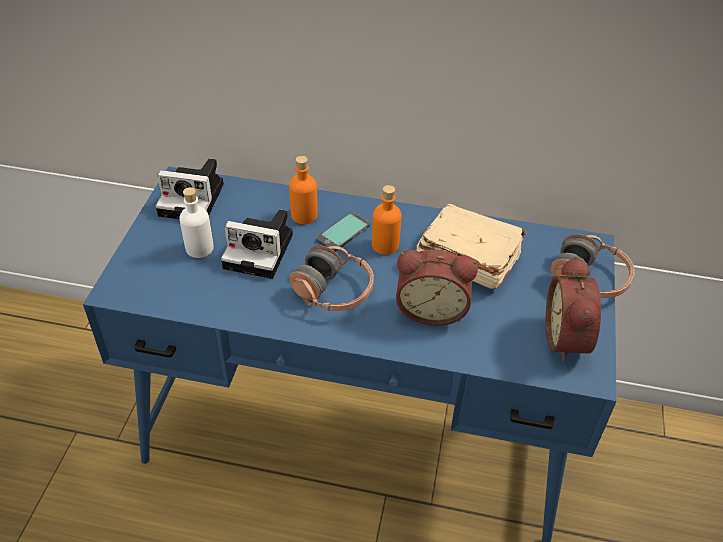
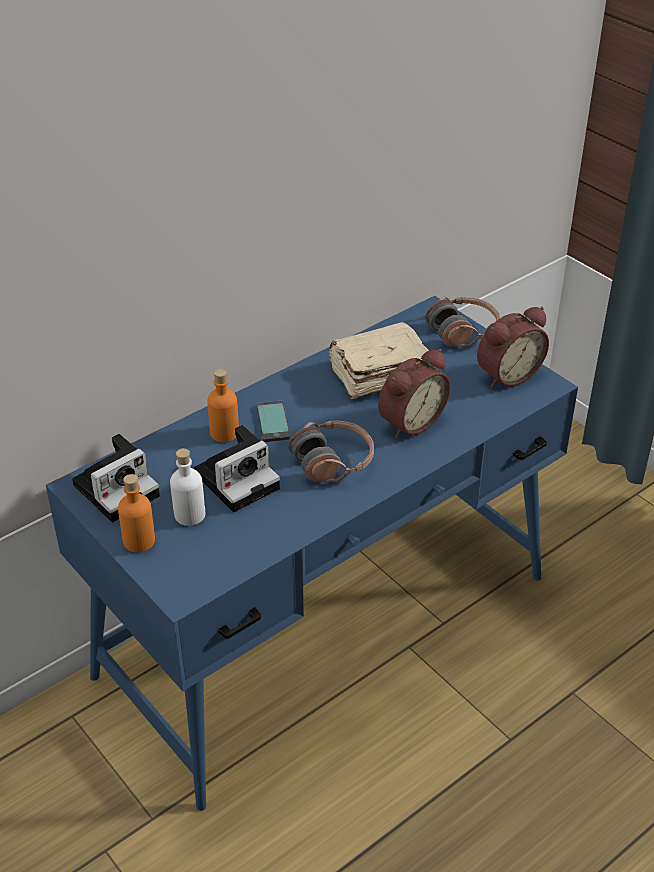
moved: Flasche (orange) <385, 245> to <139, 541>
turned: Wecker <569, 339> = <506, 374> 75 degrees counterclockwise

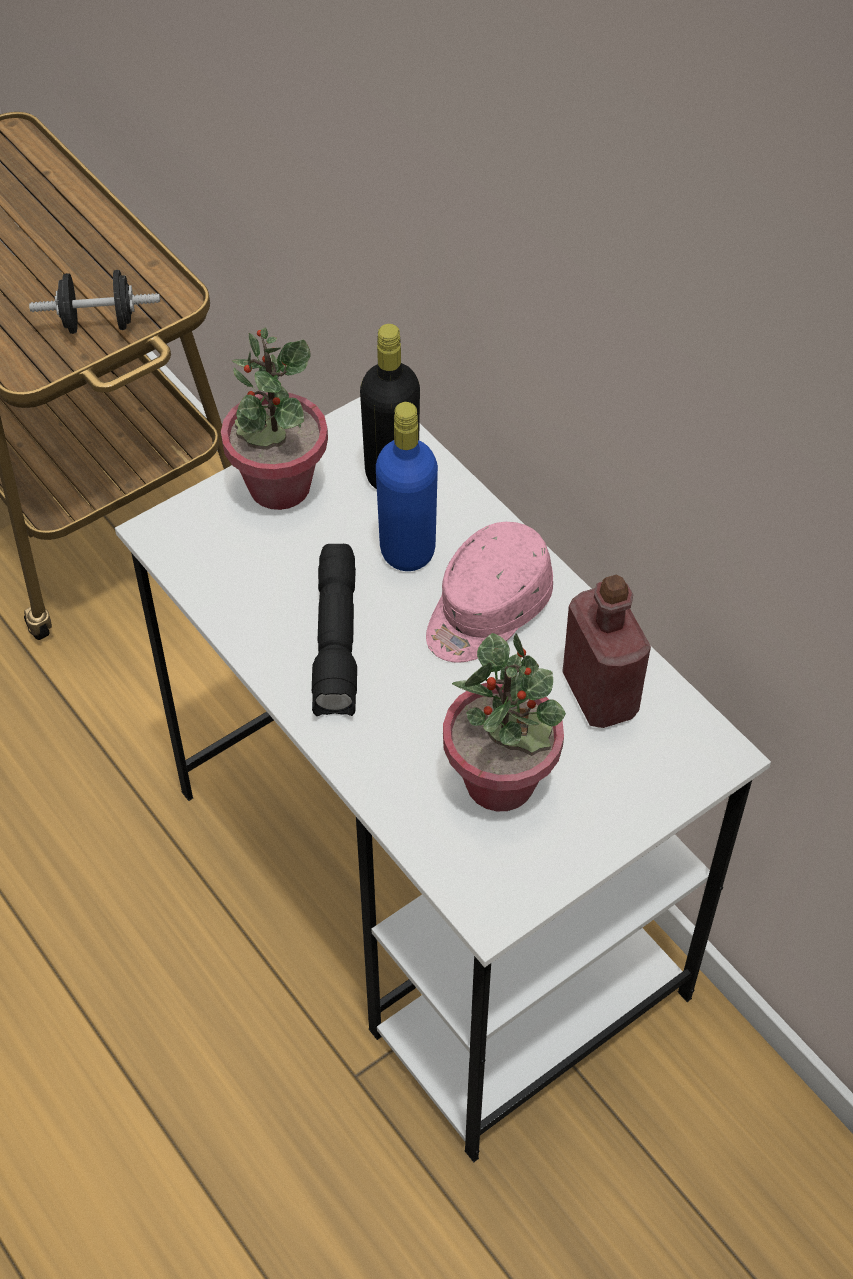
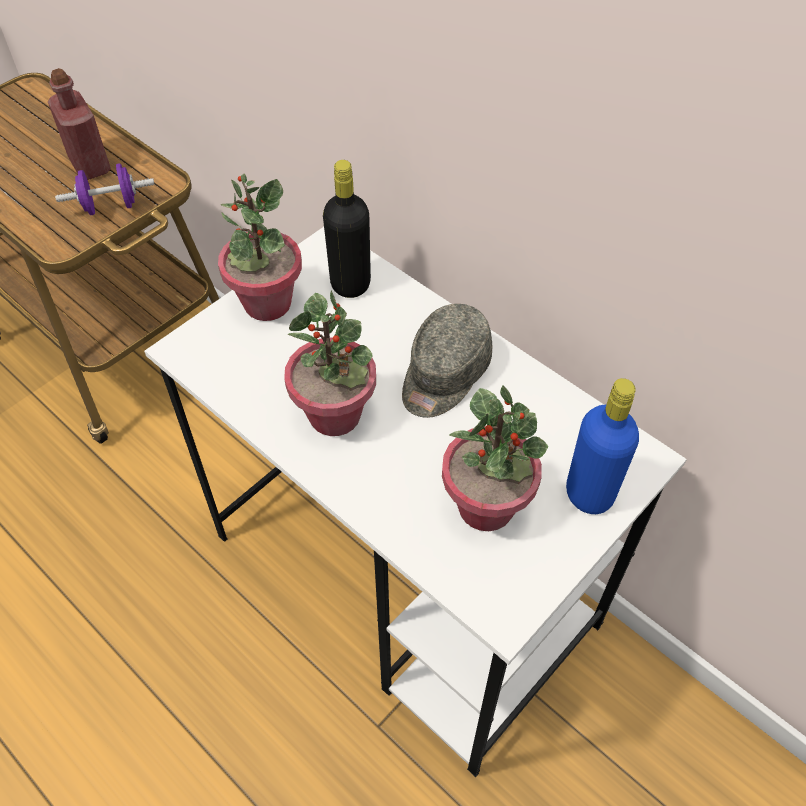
moved: Flasche (blau) <407, 551> to <589, 494>; Flasche (rot) <600, 694> to <90, 165>
replaced: Taschenlampe (schwarz) <338, 643> to Topfpflanze <335, 415>
recoloured: Hantel (schwarz) <99, 324> to Hantel (lila) <111, 206>; Kappe (rosa) <486, 611> to Kappe (grau) <444, 375>

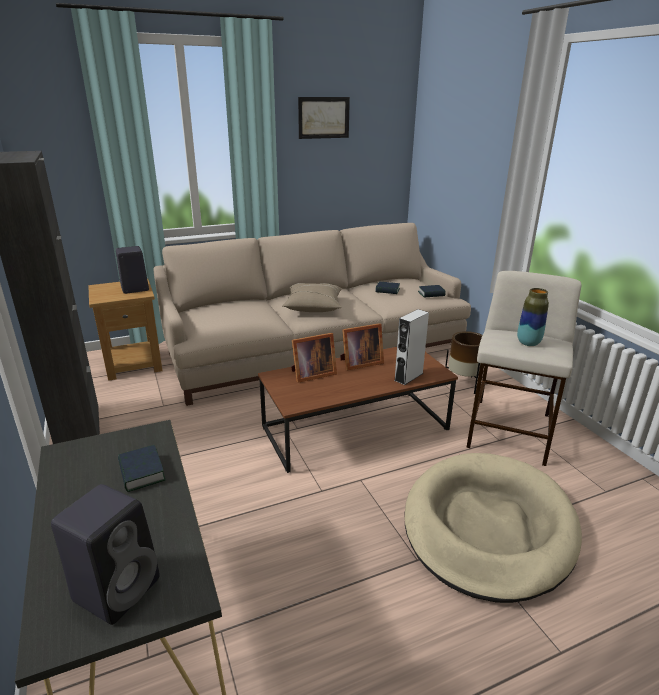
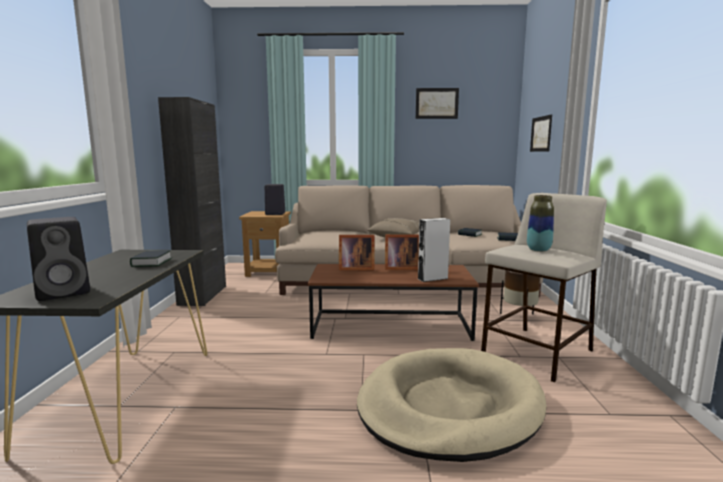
added: Bild <541, 134>

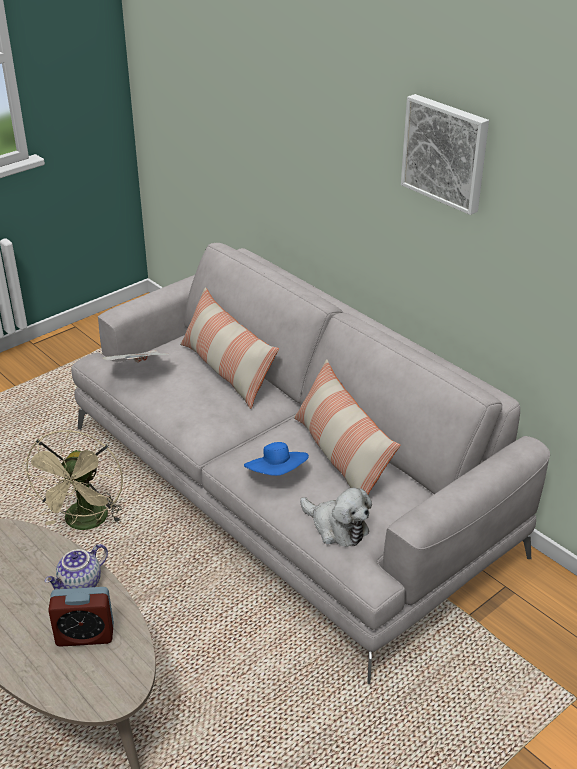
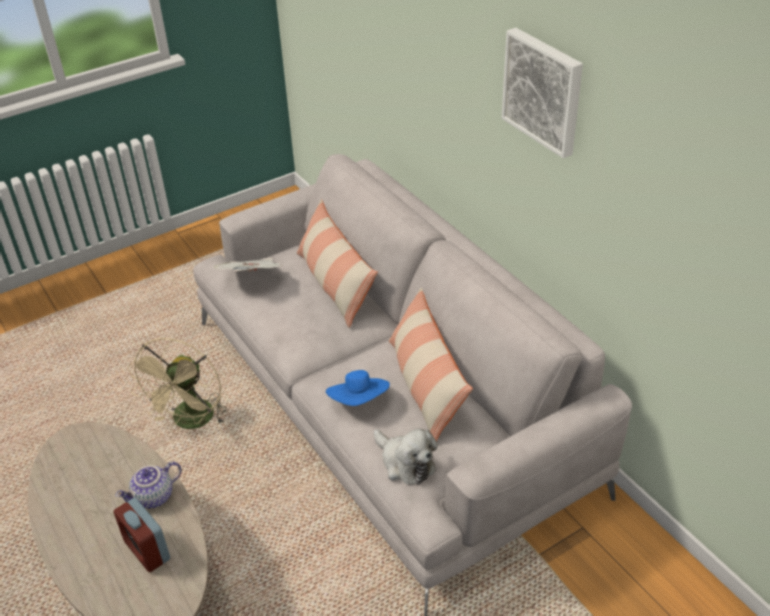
turned: Wecker <85, 635> = <147, 550> 45 degrees clockwise

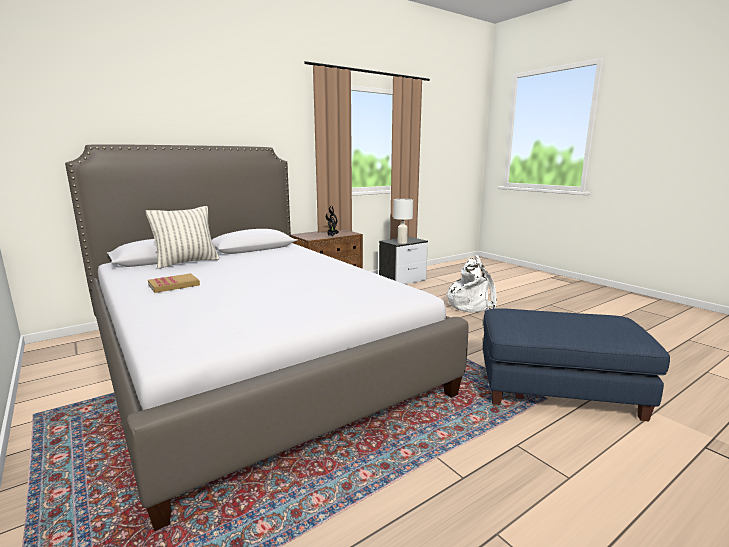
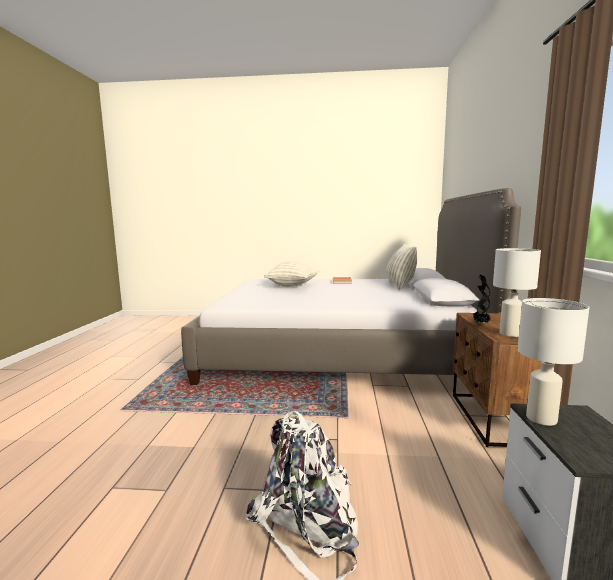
removed: Polsterhocker (blau) <556, 389>
added: Kissen <292, 286>; Tischlampe (weiß) <510, 334>

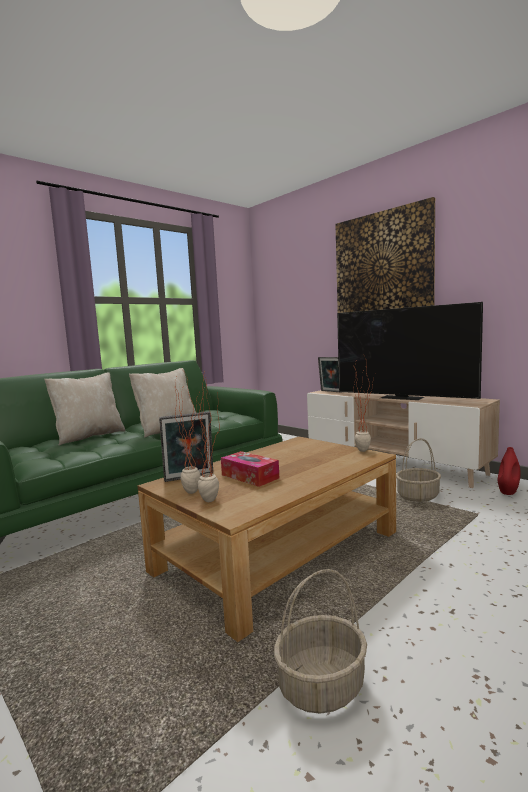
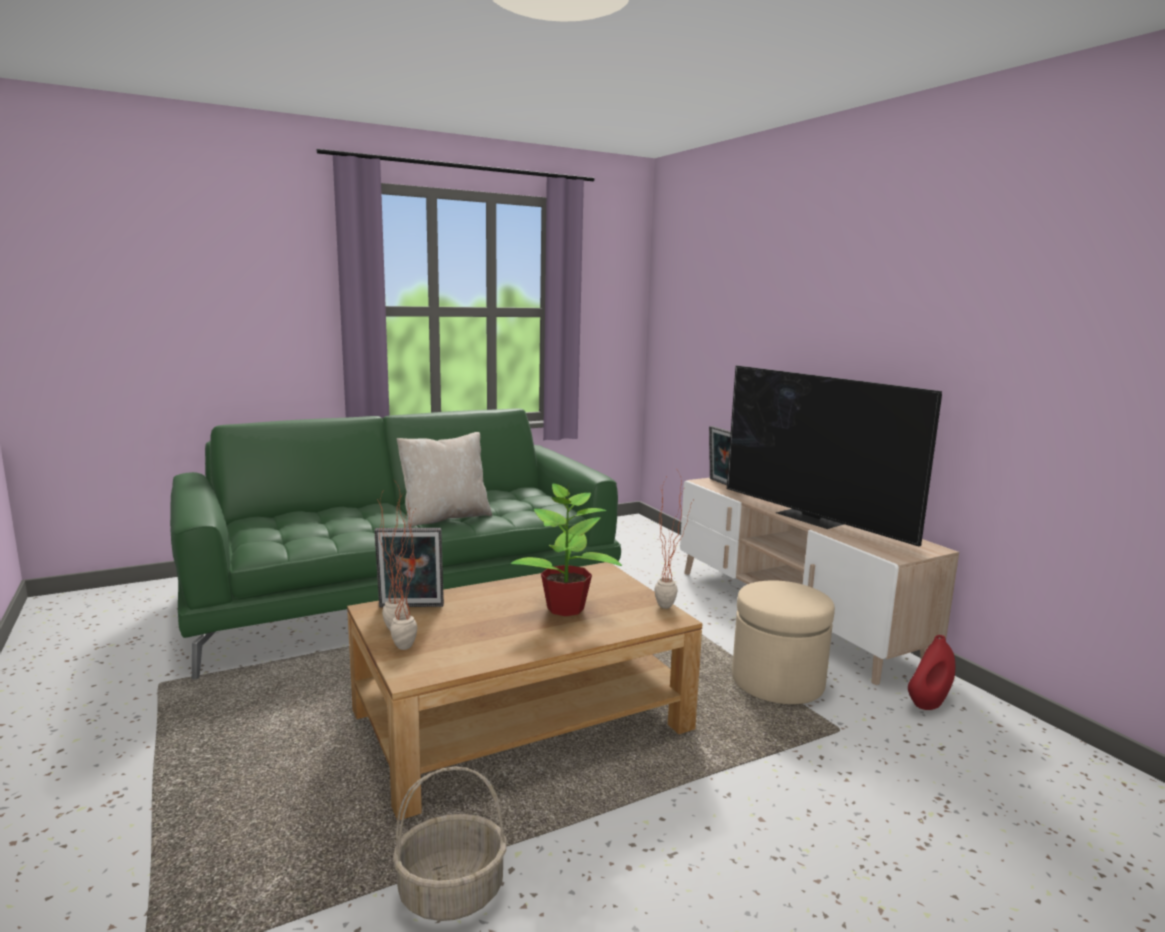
removed: Kissen (beige) <89, 436>; Taschentuchbox <250, 476>; Bild <382, 268>
added: Topfpflanze <565, 609>
replaced: Korb <418, 496> to Polsterhocker (beige) <777, 681>

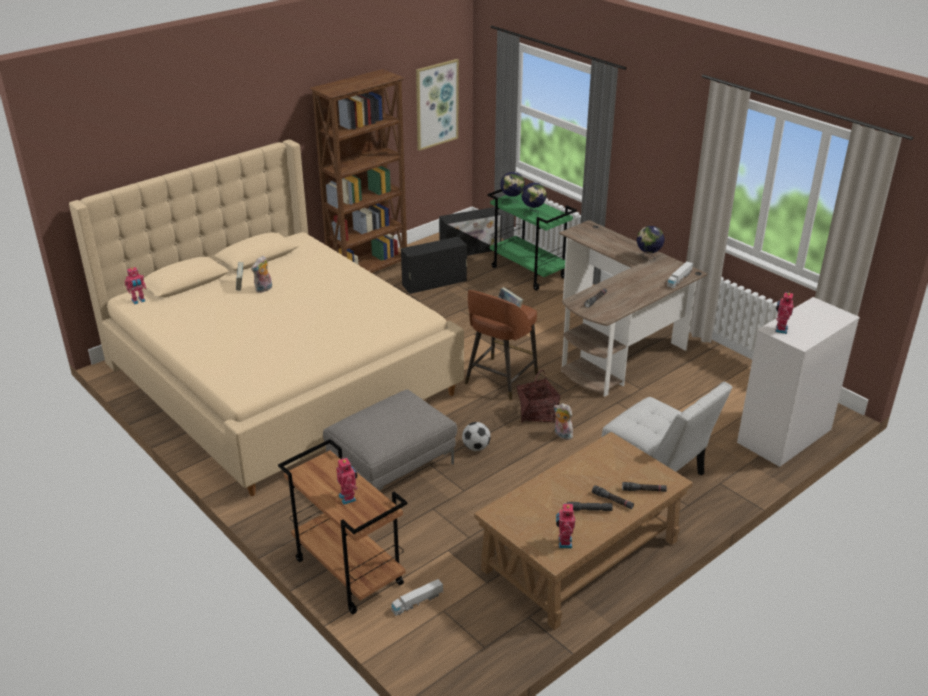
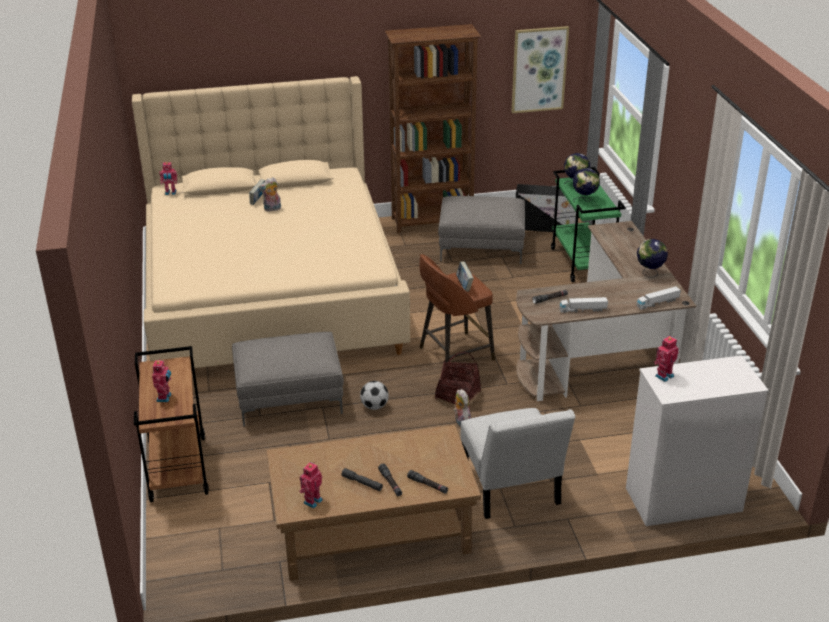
moved: Spielzeuglaster <417, 602> to <583, 310>
replaced: Aufbewahrungsbox (schwarz) <433, 283> to Polsterhocker (grau) <480, 248>

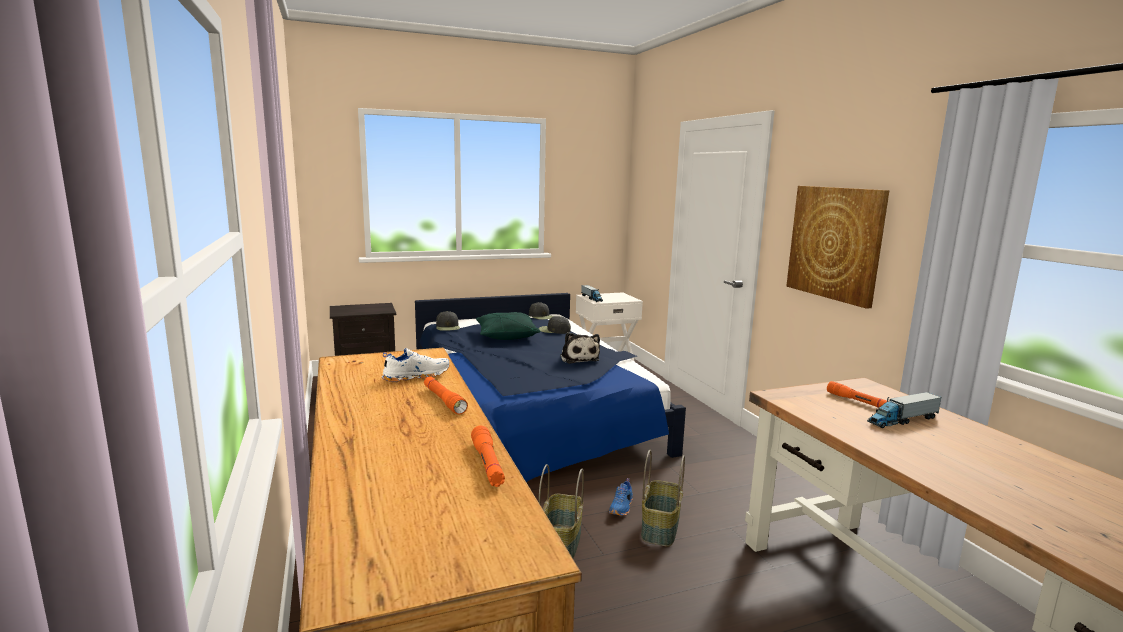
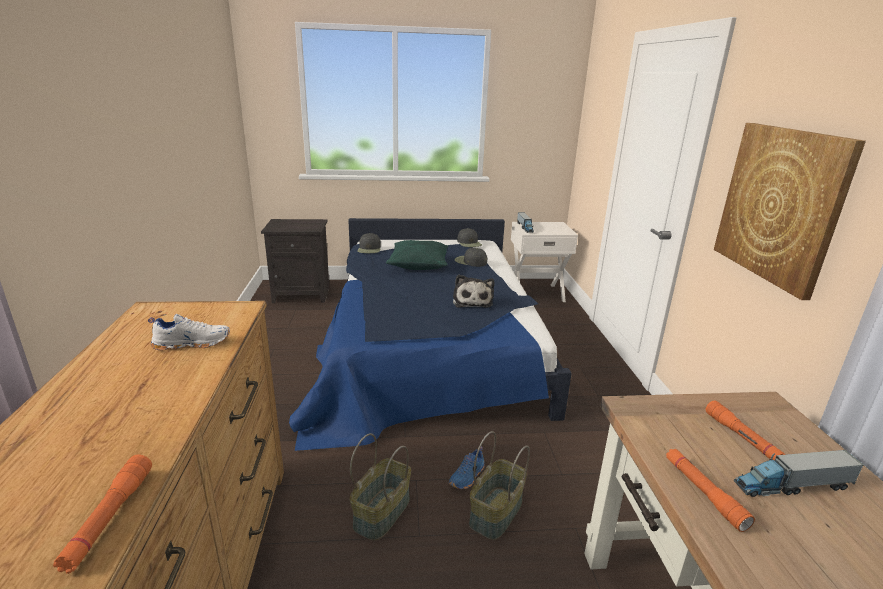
moved: Taschenlampe (orange) <444, 400> to <703, 493>

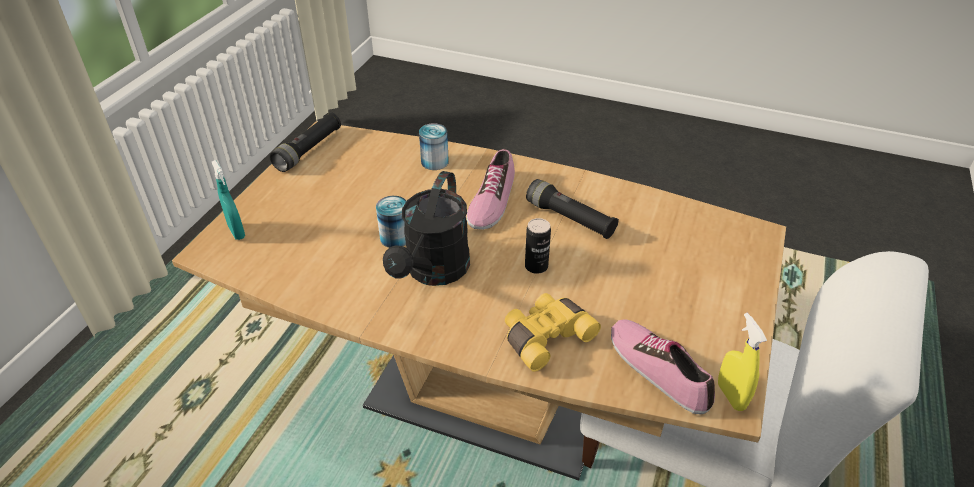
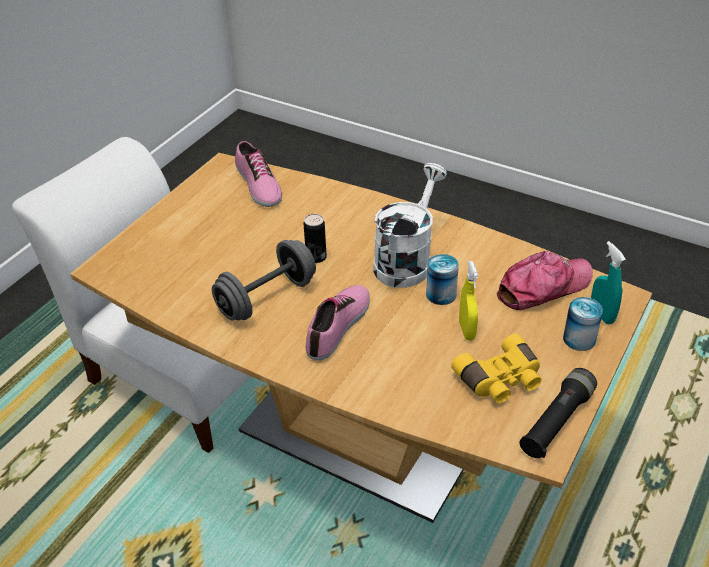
added: Kappe <543, 287>
moved: Dose <434, 162> to <579, 339>; Fernglas (gelb) <545, 336> to <500, 380>; Sprühflasche (gelb) <731, 396> to <467, 330>
replaced: Taschenlampe (schwarz) <570, 219> to Hantel (grau) <266, 298>
recoloured: Gießkanne (schwarz) <434, 272> to Gießkanne (weiß) <406, 260>

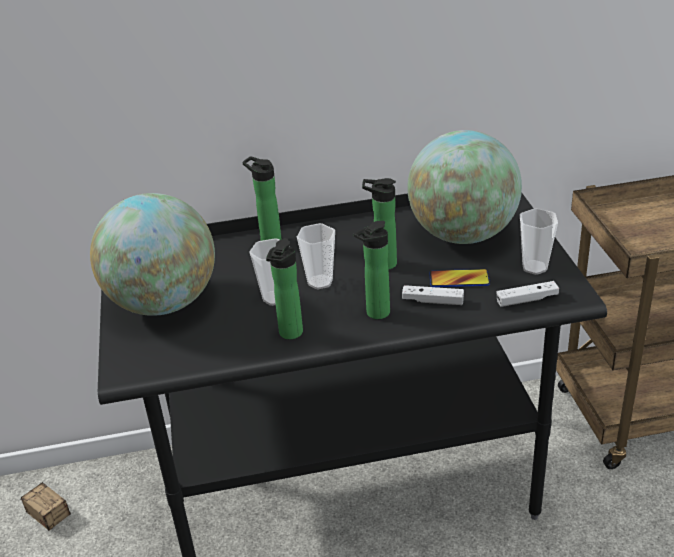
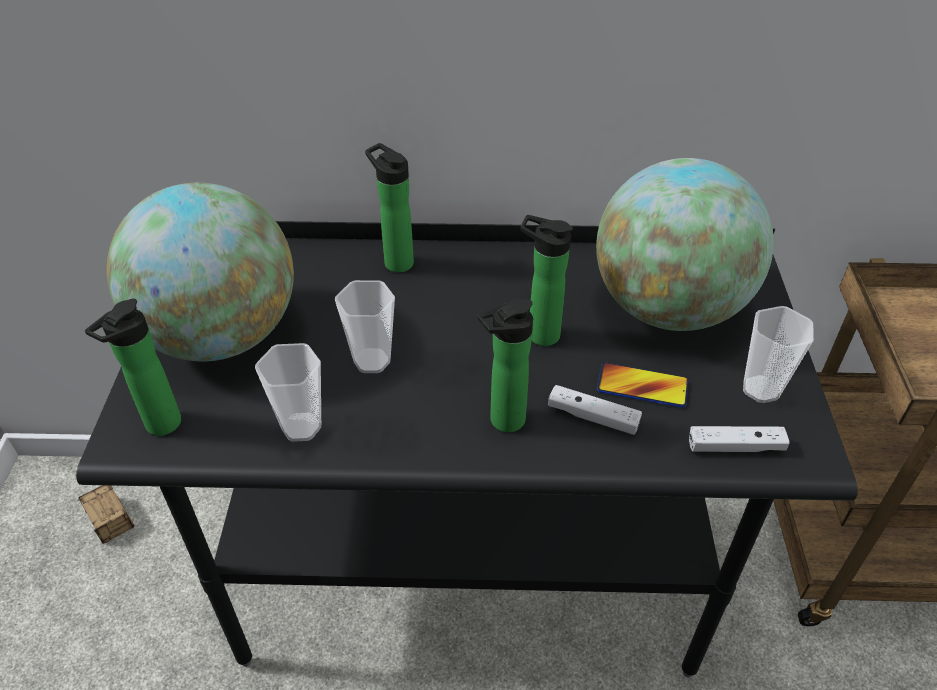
moved: Flasche <289, 334> to <159, 426>; Tasse <320, 282> to <301, 427>

